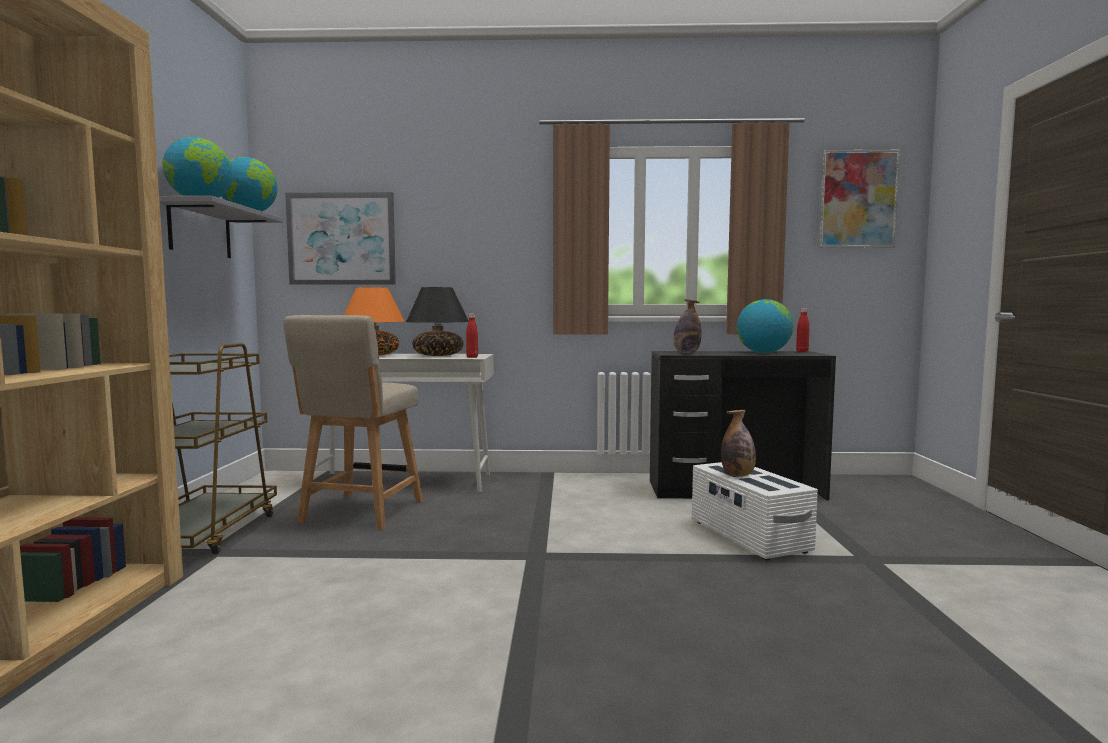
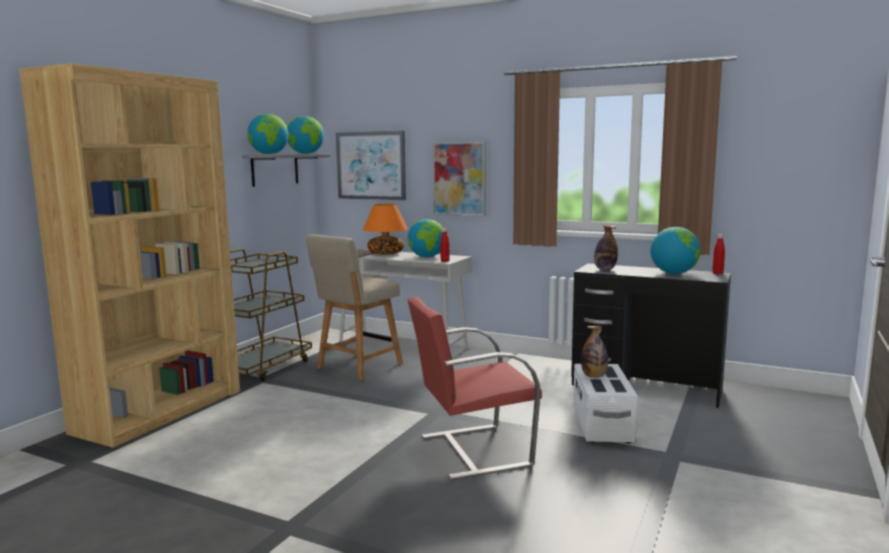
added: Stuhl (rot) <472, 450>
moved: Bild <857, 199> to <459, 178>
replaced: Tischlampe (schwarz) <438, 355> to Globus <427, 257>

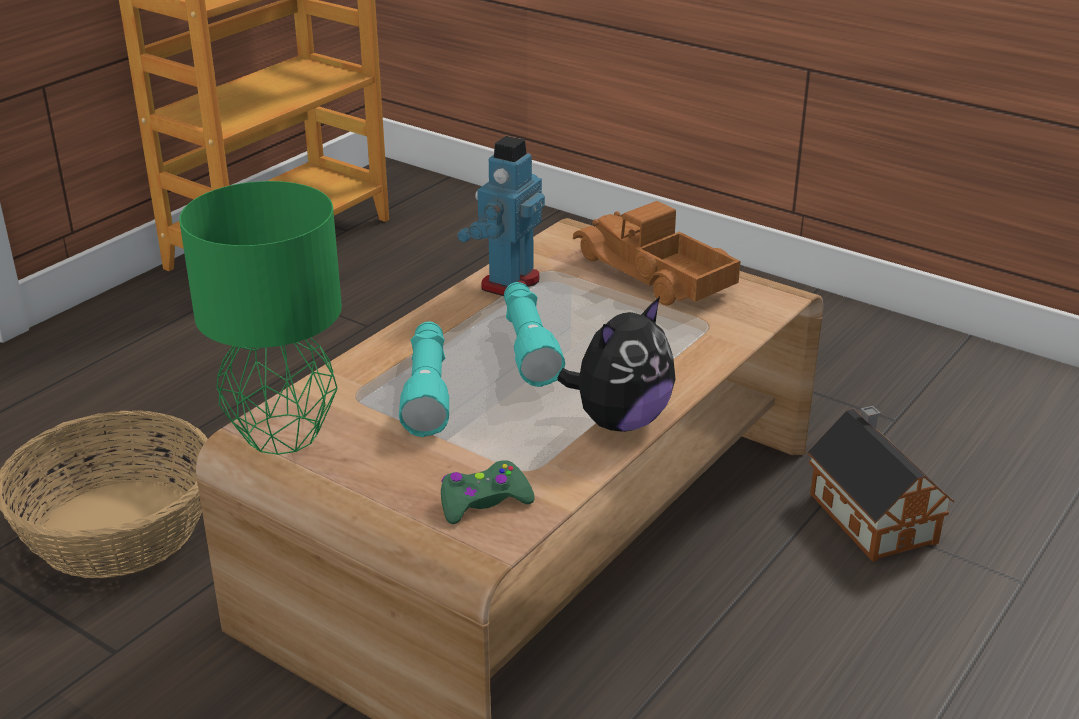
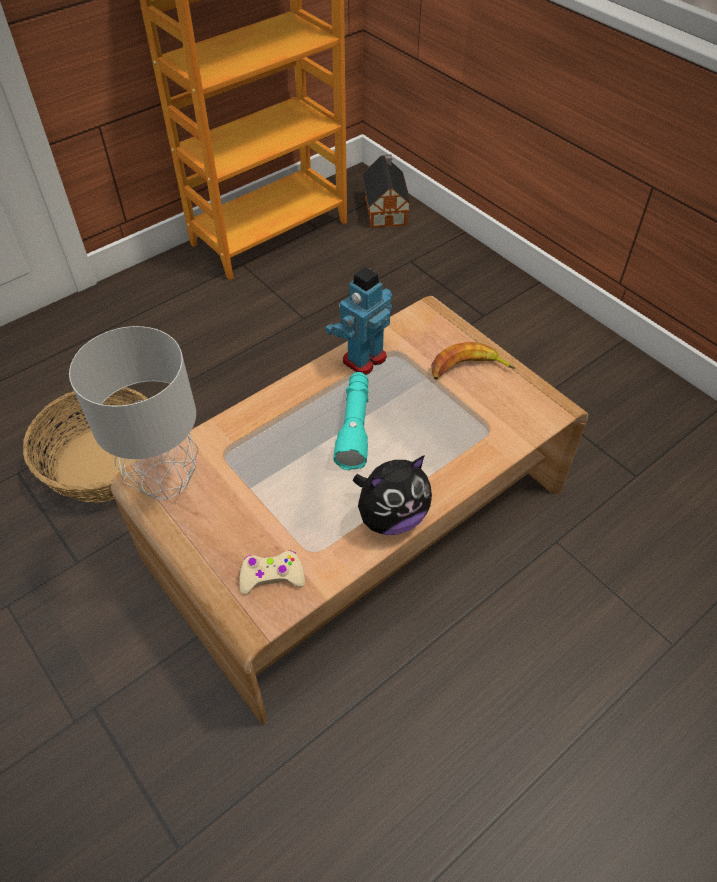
removed: Taschenlampe (türkis) <427, 391>
moved: Spielzeughaus <870, 514> to <385, 209>
replaced: Spielzeuglaster <653, 275> to Banane <468, 369>
recoloured: Tischlampe (grün) <280, 435> to Tischlampe (grau) <163, 481>; Gamepad (grün) <483, 501> to Gamepad (beige) <272, 576>

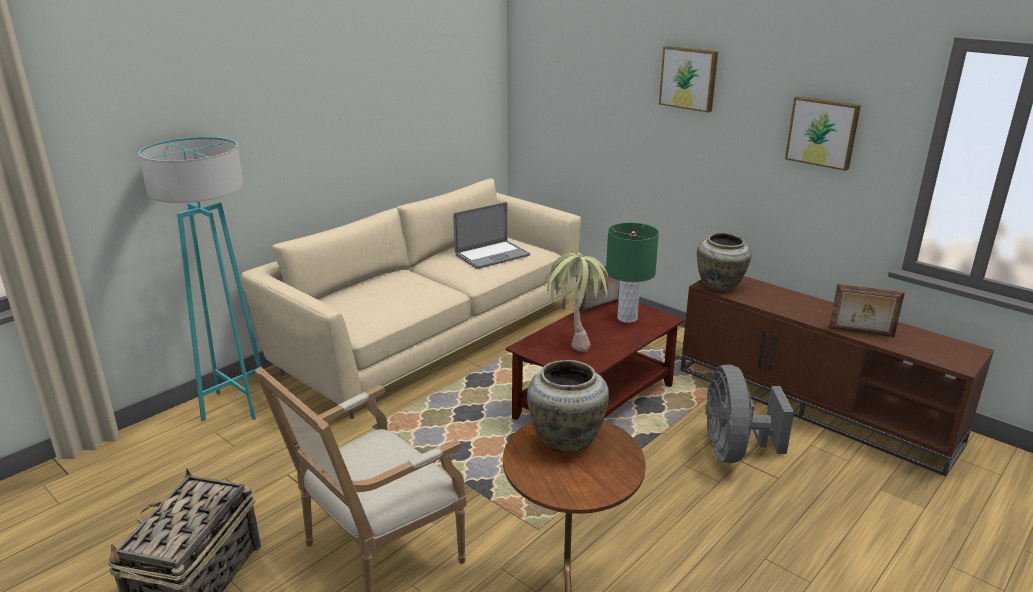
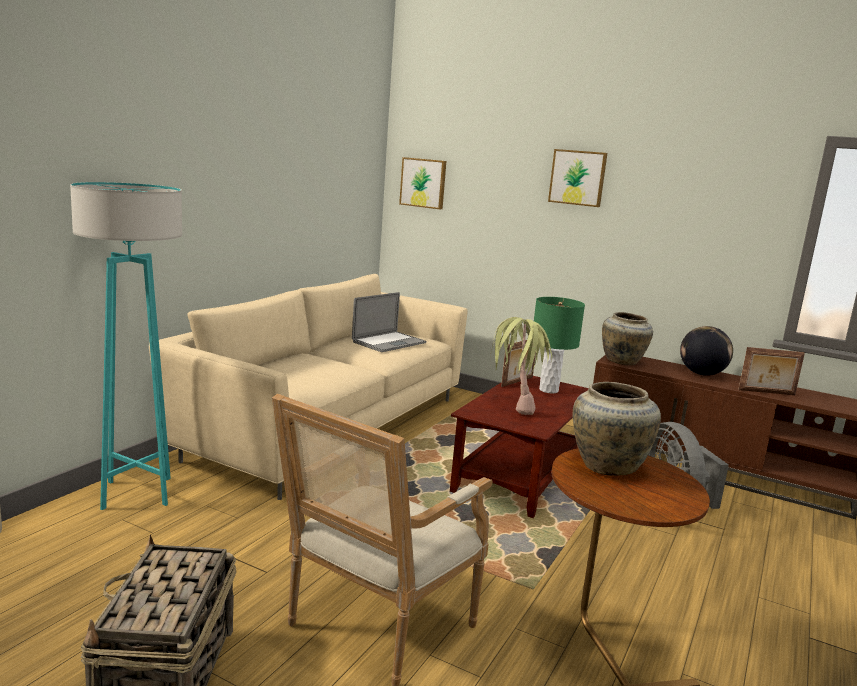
added: Globus <701, 374>
moved: Bild <823, 132> to <423, 183>

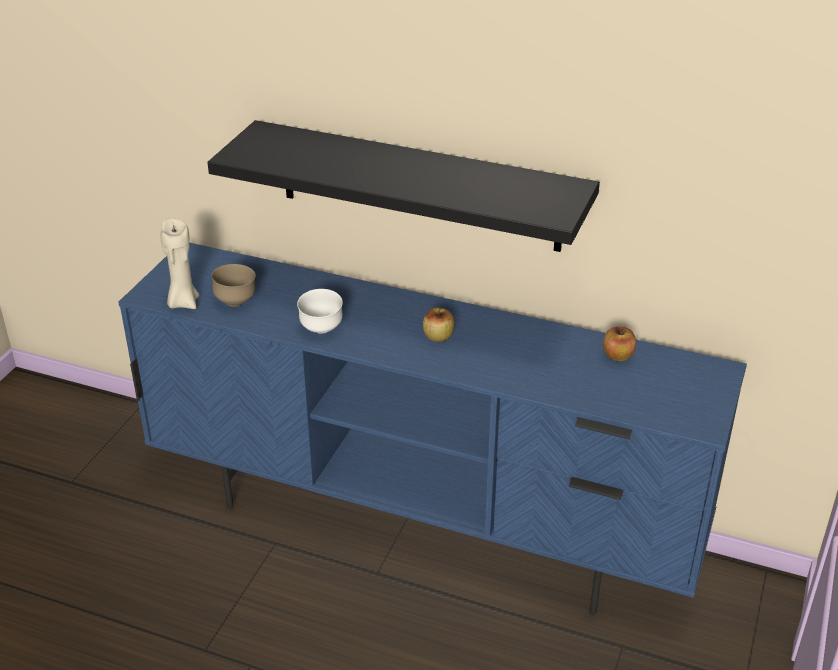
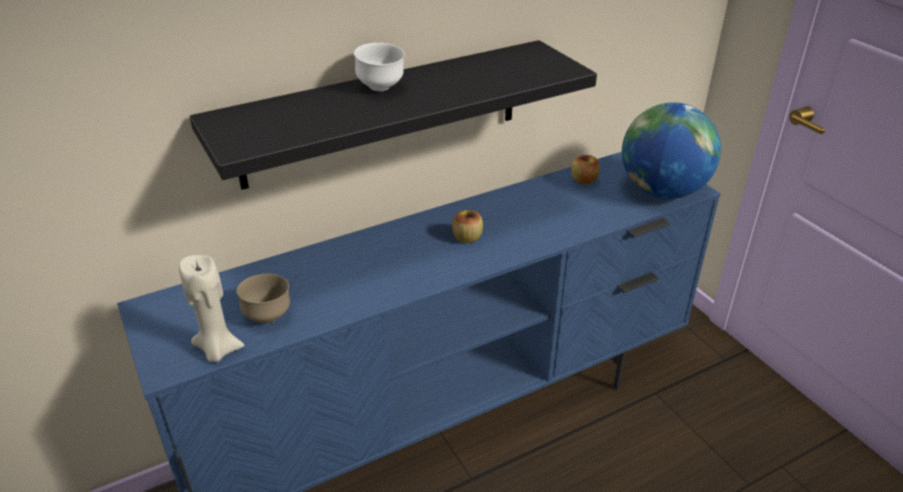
added: Globus <662, 191>
moved: Schüssel (weiß) <321, 330> to <381, 88>

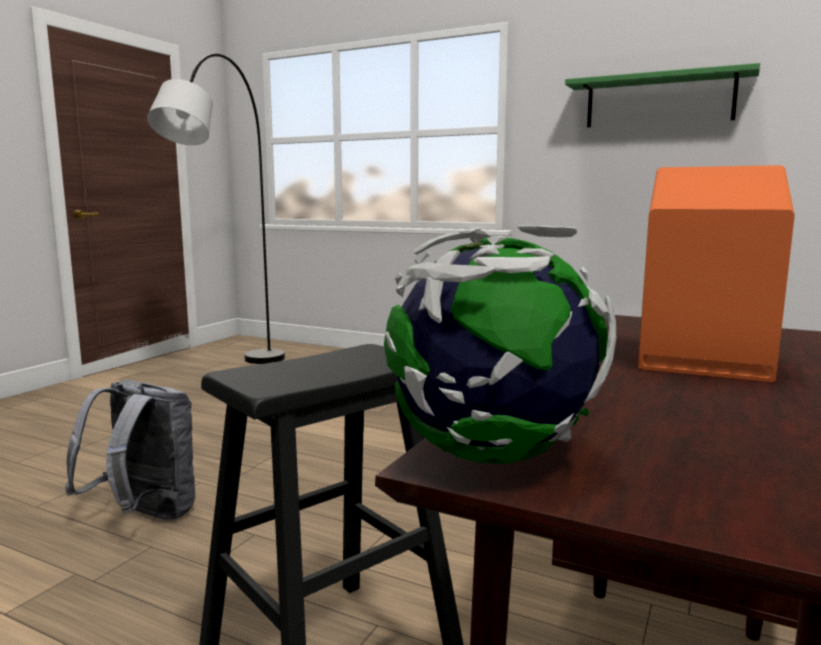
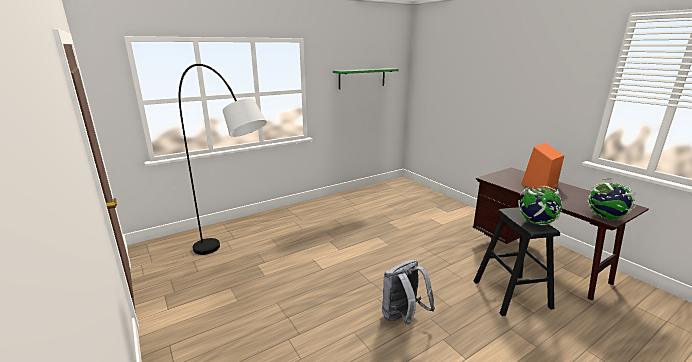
added: Globus <536, 222>

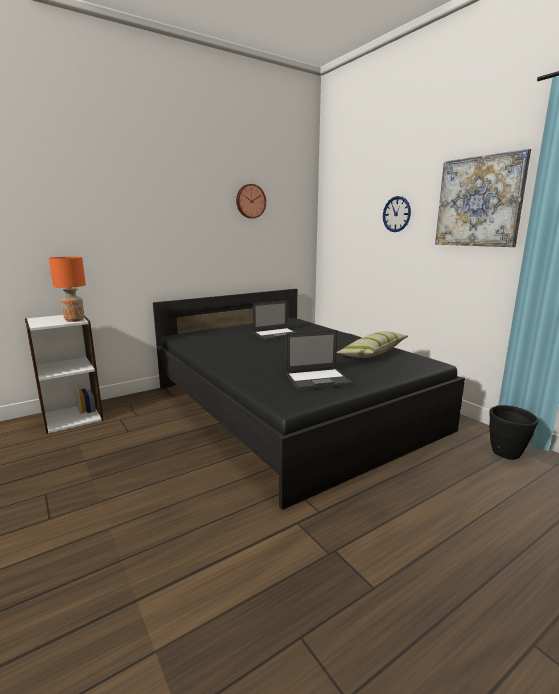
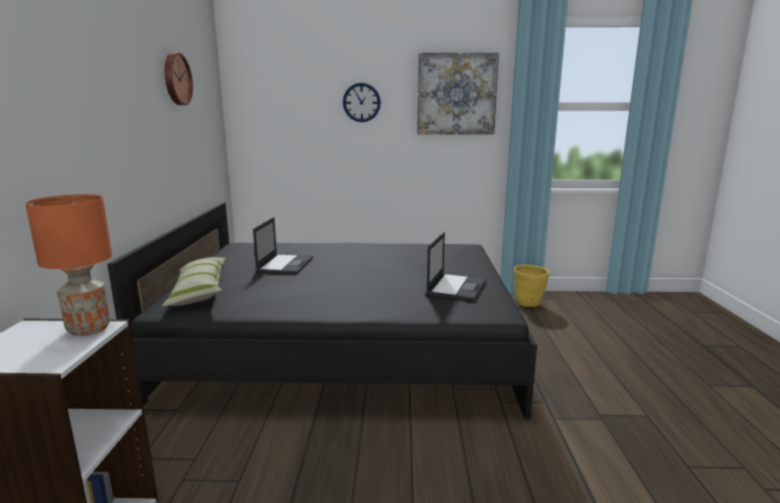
moved: Kissen <373, 353> to <199, 291>
recoloured: Pflanzkübel (schwarz) <506, 454> to Pflanzkübel (gelb) <528, 304>

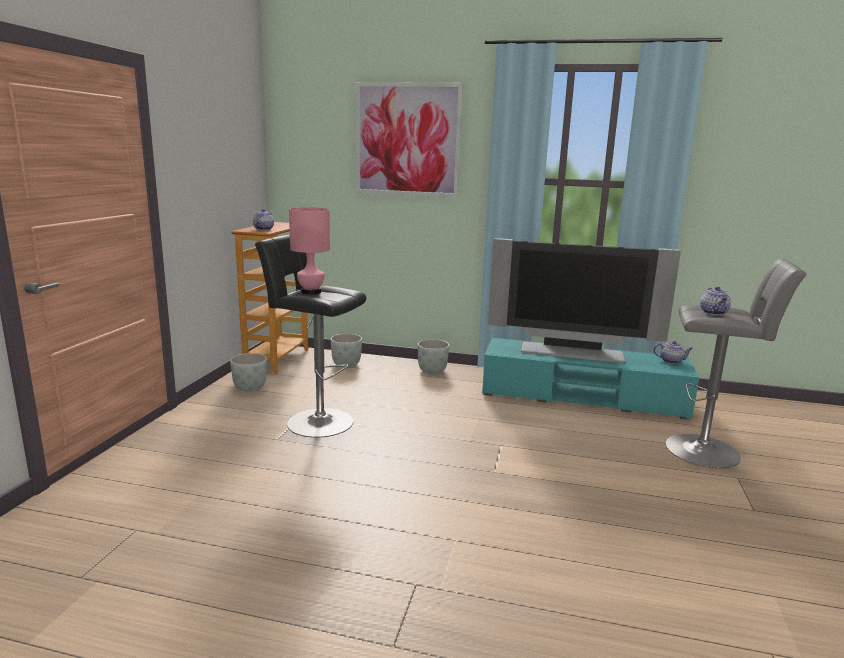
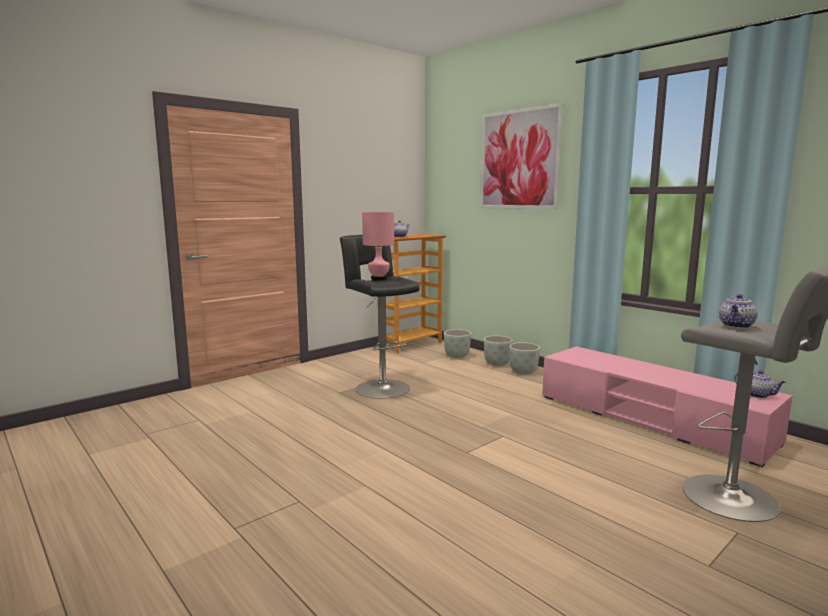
removed: Fernseher <572, 353>
moved: Pflanzkübel (grau) <250, 388> to <497, 363>
recoloured: Fernsehschrank (türkis) <582, 396> to Fernsehschrank (rosa) <650, 419>

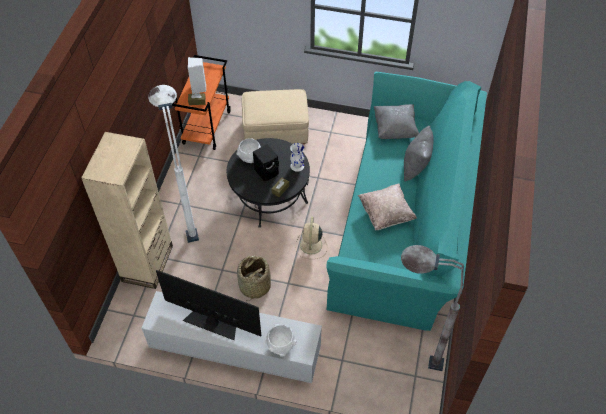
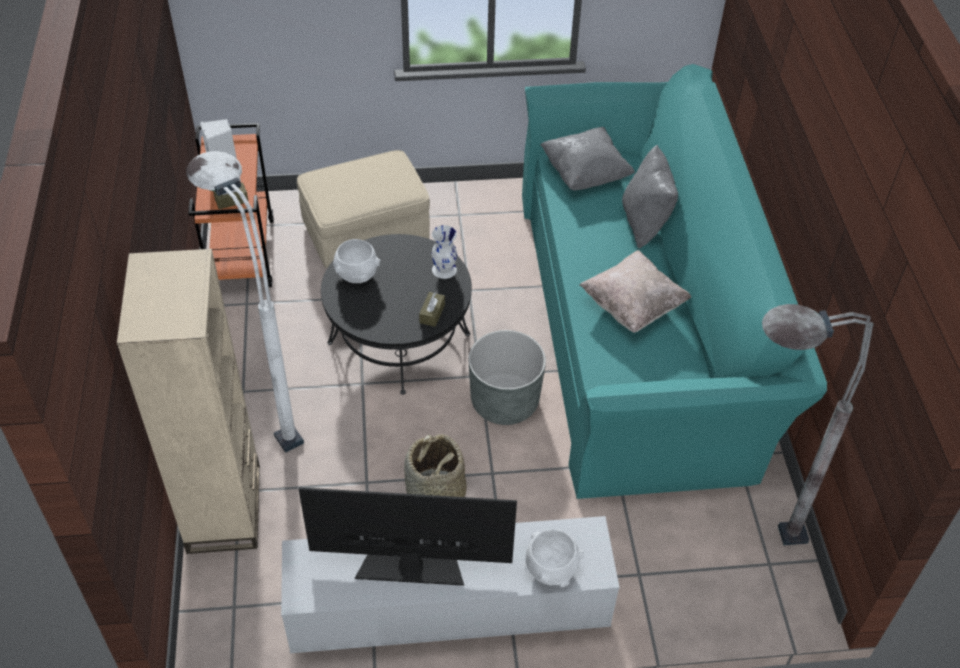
removed: Lautsprecher (schwarz) <267, 171>
replaced: Ventilator (beige) <311, 246> to Pflanzkübel (grau) <504, 401>

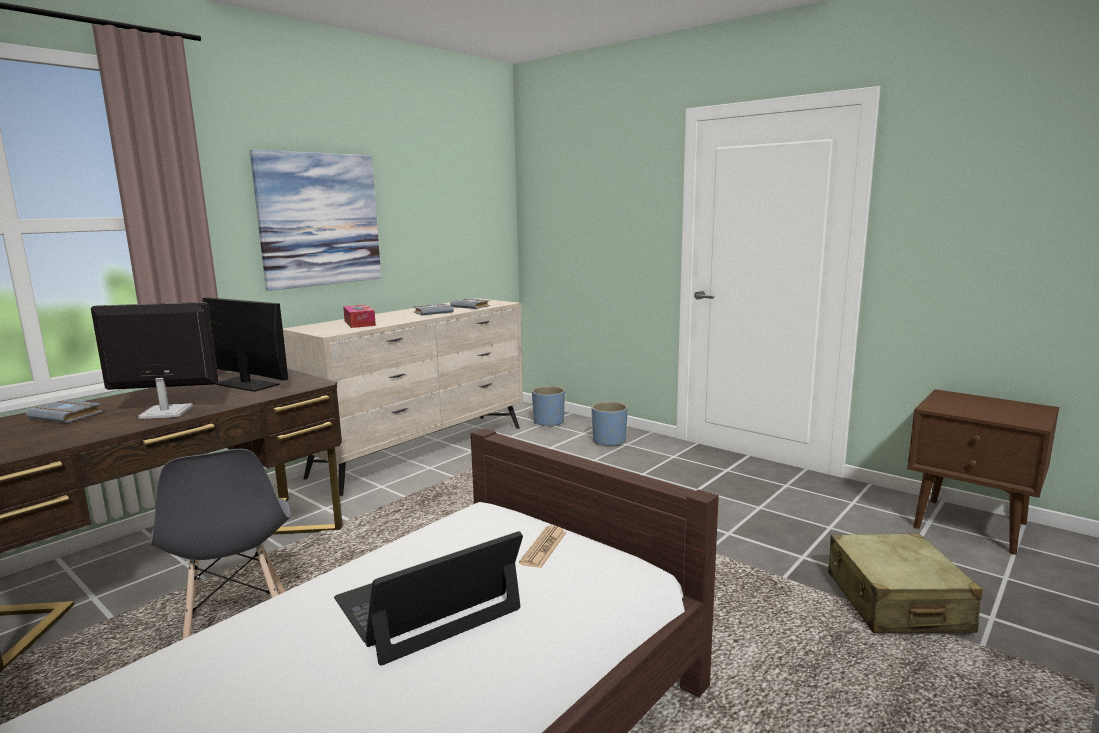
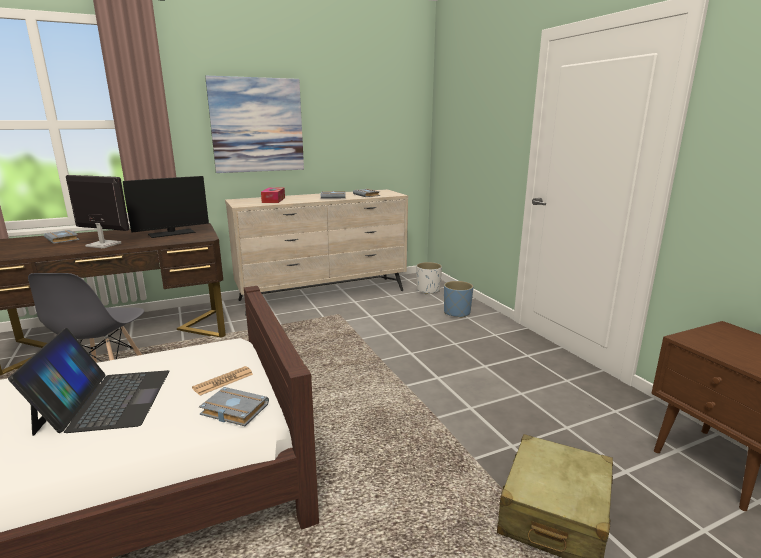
added: Buch (grau) <232, 411>
recoloured: Pflanzkübel (blau) <548, 422> to Pflanzkübel (weiß) <428, 290>
turned: Monitor <246, 384> = <171, 233> 90 degrees clockwise; Laptop <427, 605> = <105, 400> 90 degrees clockwise

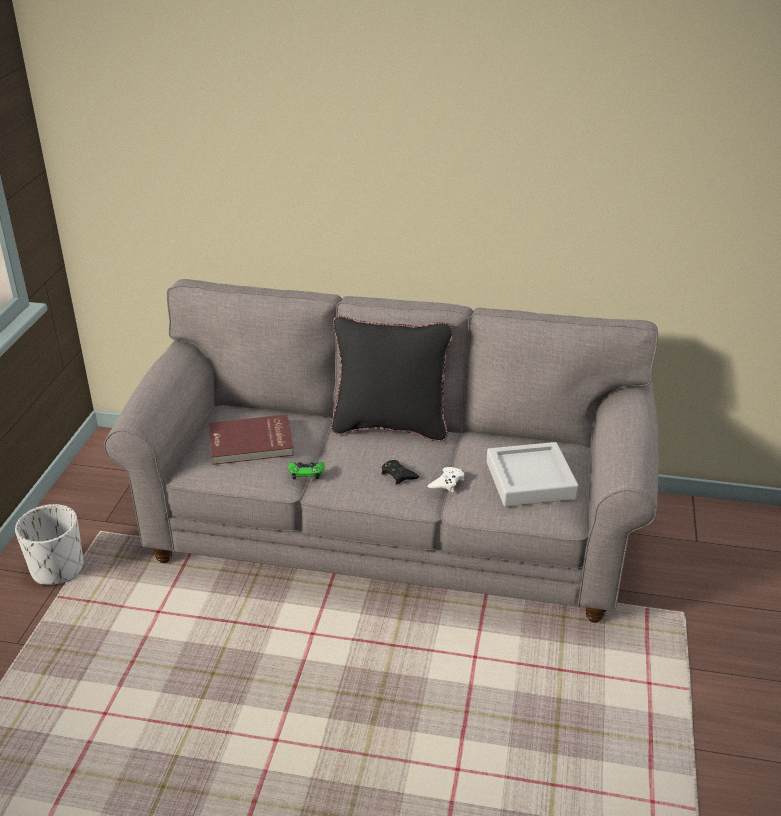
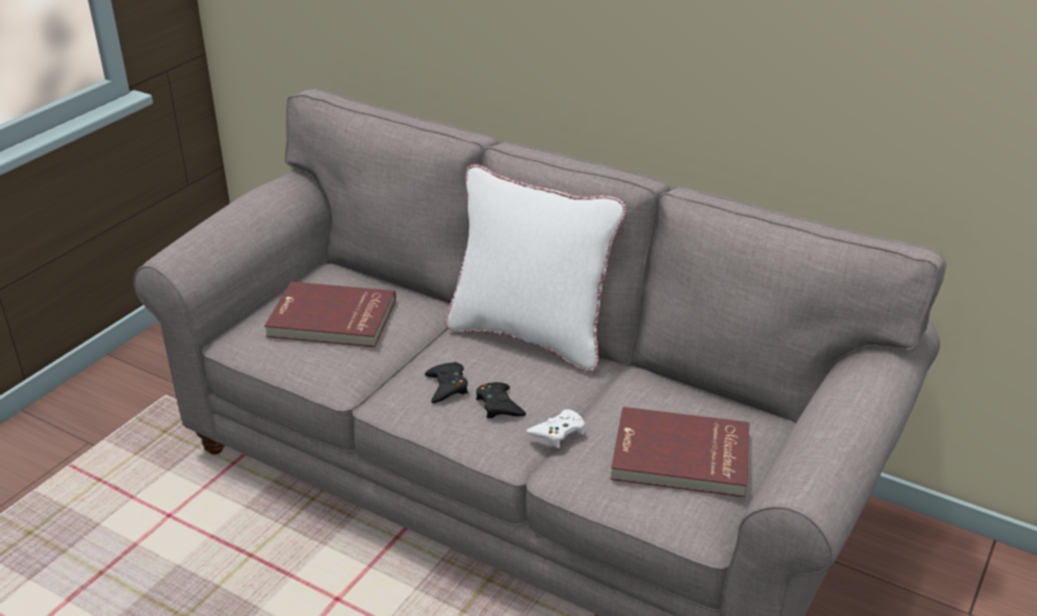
removed: Pflanzkübel (weiß) <57, 569>; Gamepad (grün) <306, 472>
added: Gamepad (schwarz) <447, 387>
replaced: Tablett (grau) <530, 480> to Buch (rot) <680, 457>
recoloured: Kissen (schwarz) <390, 426> to Kissen (weiß) <530, 335>

